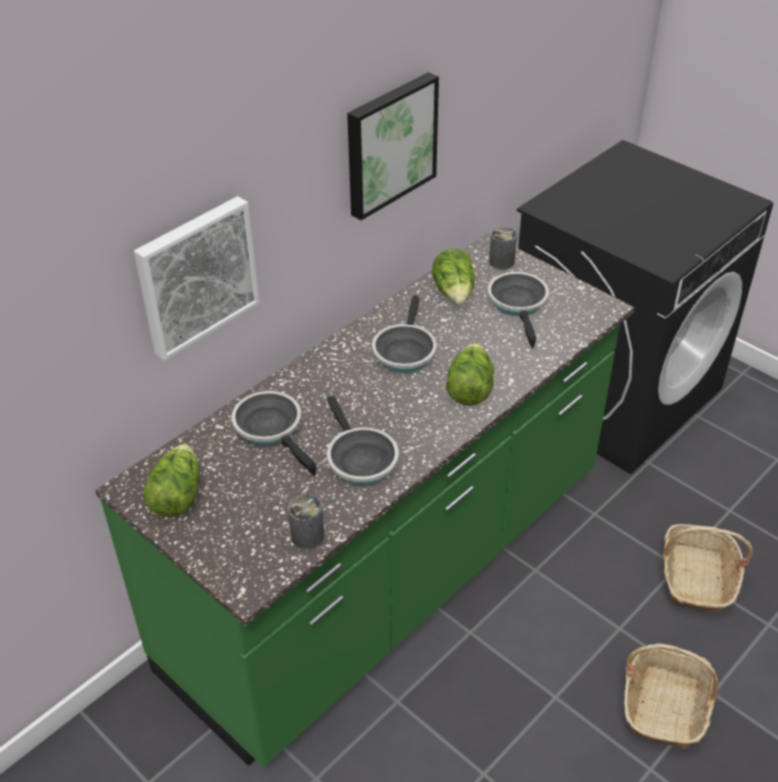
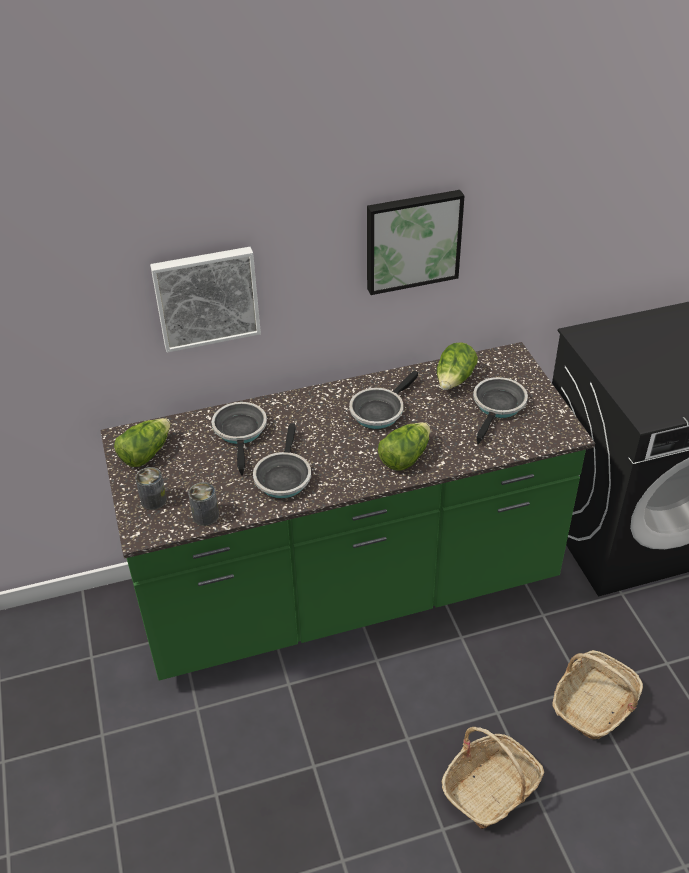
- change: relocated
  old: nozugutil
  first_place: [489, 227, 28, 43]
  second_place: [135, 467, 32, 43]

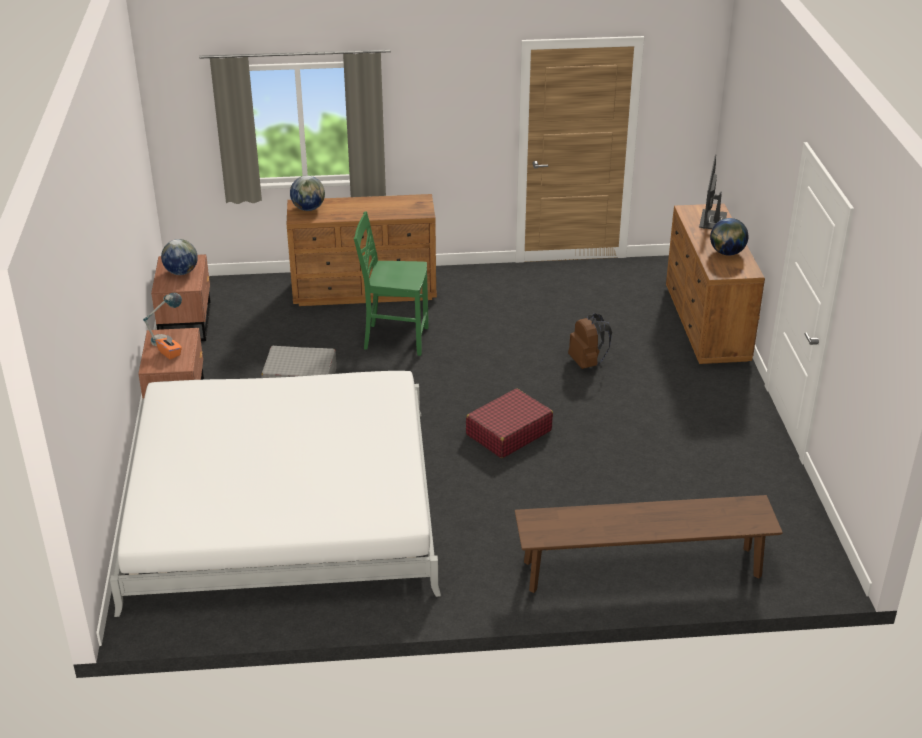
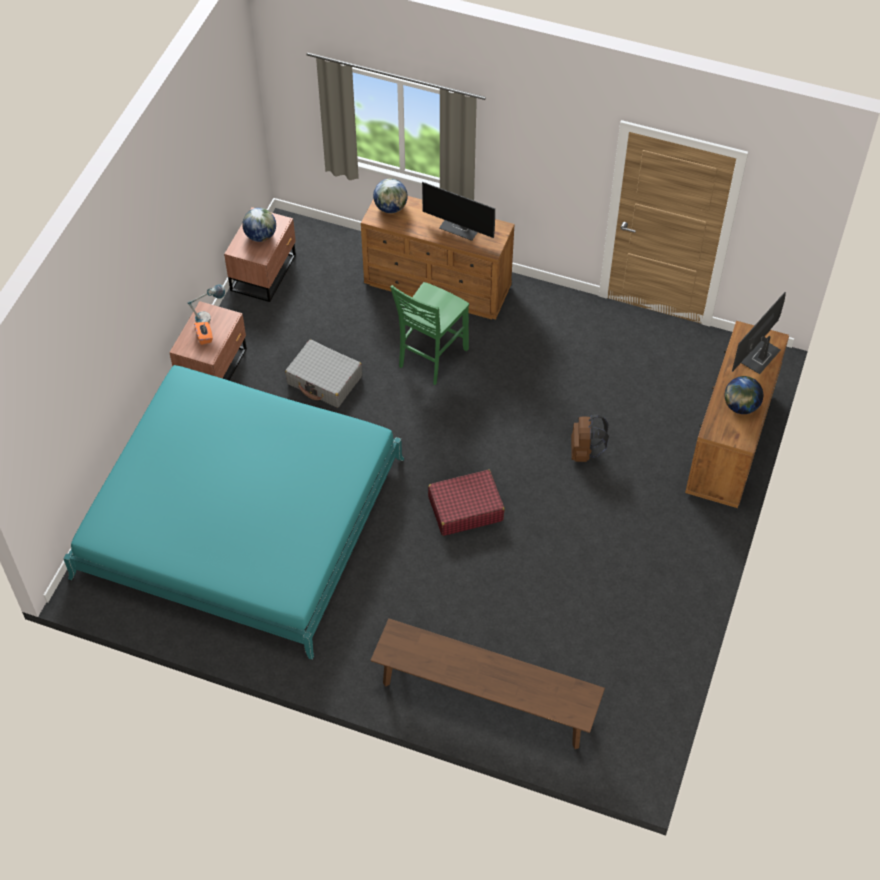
- change: spun
  old: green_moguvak
  first_place: [354, 212, 75, 144]
  second_place: [390, 282, 79, 103]
  degrees: -90
- change: colour
  old: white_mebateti
  new: turquoise_mebateti
  first_place: [110, 371, 331, 246]
  second_place: [63, 365, 341, 295]
- change: appeared
  new: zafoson
  second_place: [422, 182, 73, 59]

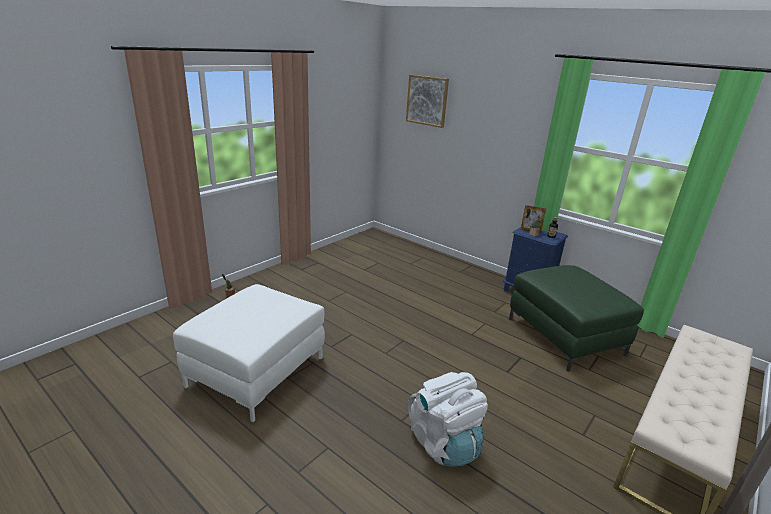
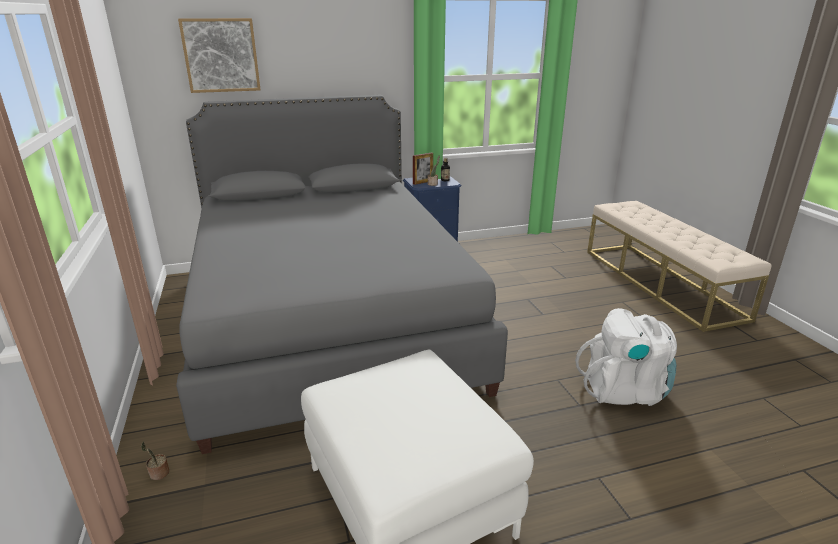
- change: missing
  old: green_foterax
  first_place: [509, 265, 135, 107]
- change: appeared
  new: grey_mebateti
  second_place: [176, 95, 332, 359]

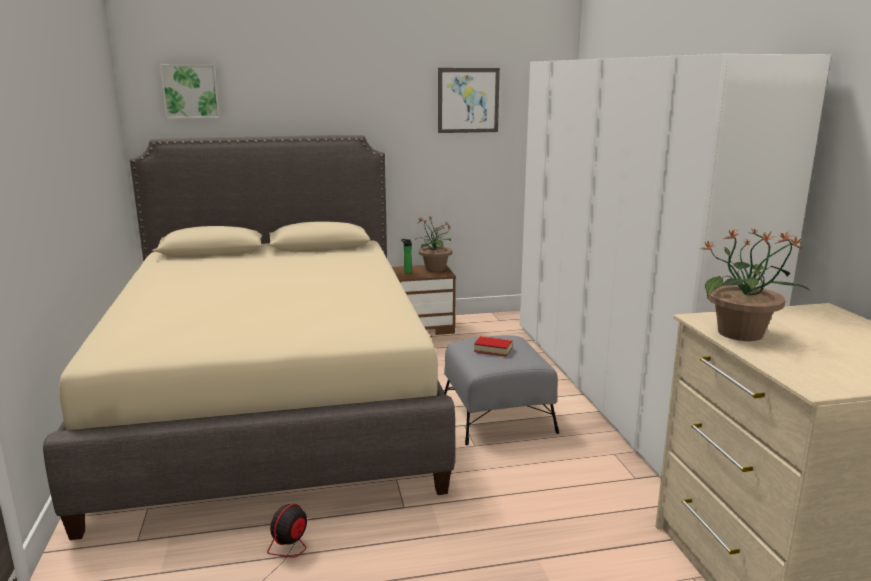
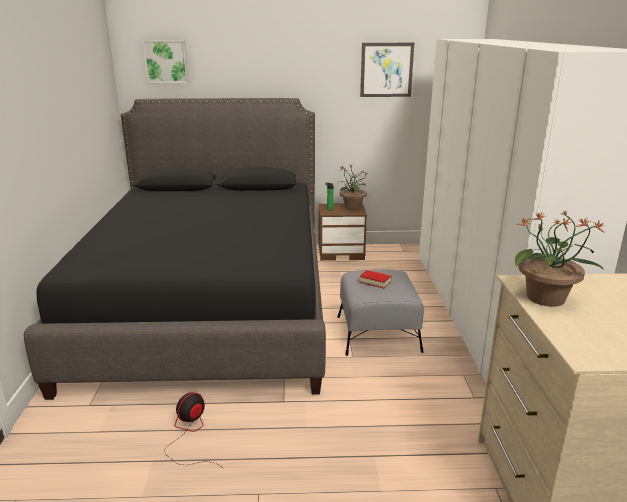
- change: colour
  old: beige_mebateti
  new: black_mebateti
  first_place: [43, 135, 412, 405]
  second_place: [24, 98, 302, 302]

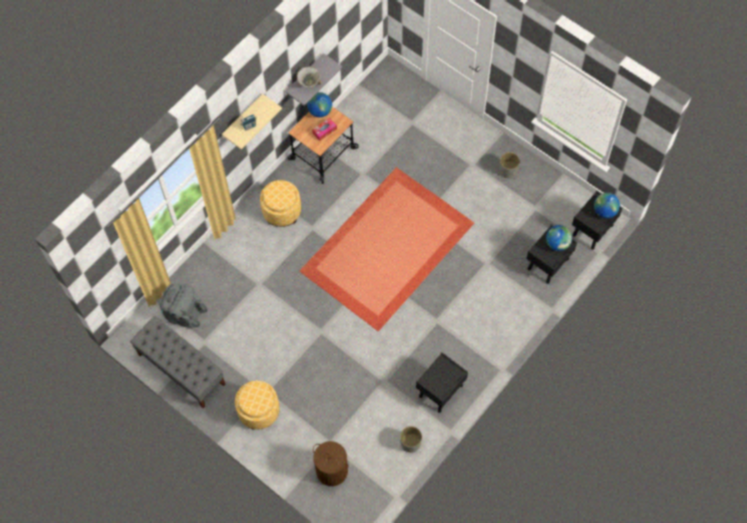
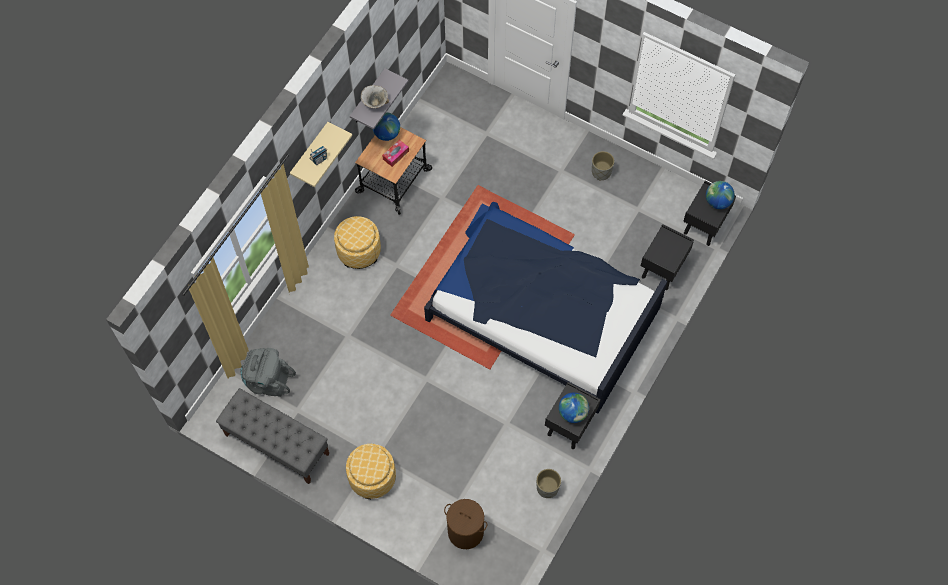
- change: relocated
  old: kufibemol
  first_place: [546, 225, 26, 26]
  second_place: [559, 392, 30, 31]
- change: appeared
  new: mebateti
  second_place: [424, 202, 243, 212]

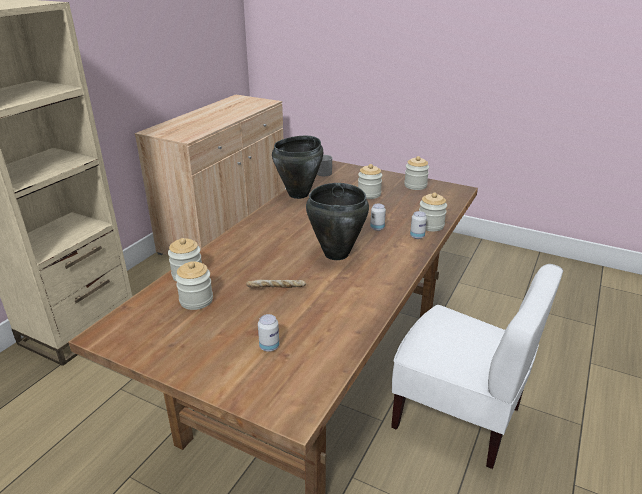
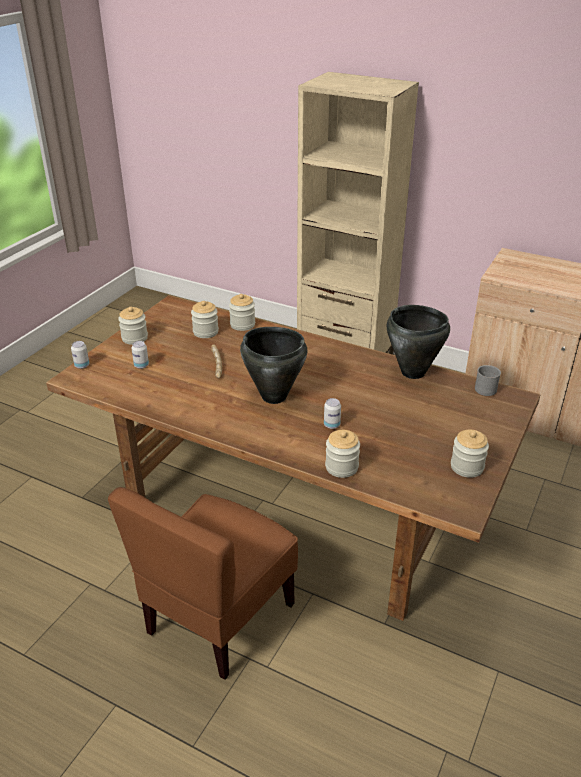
- change: relocated
  old: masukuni
  first_place: [358, 164, 24, 35]
  second_place: [118, 307, 30, 38]
- change: relocated
  old: nozugutil
  first_place: [410, 211, 17, 28]
  second_place: [71, 341, 18, 28]
- change: colour
  old: white_moguvak
  new: brown_moguvak
  first_place: [391, 264, 172, 205]
  second_place: [108, 487, 190, 193]

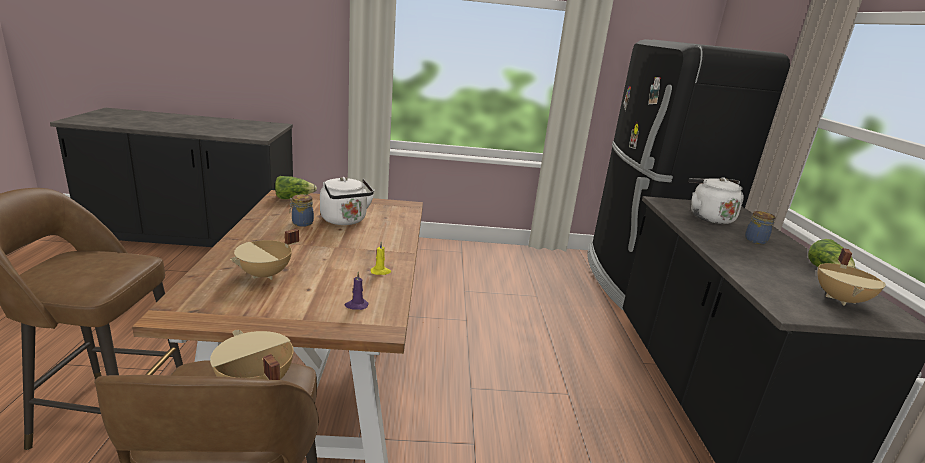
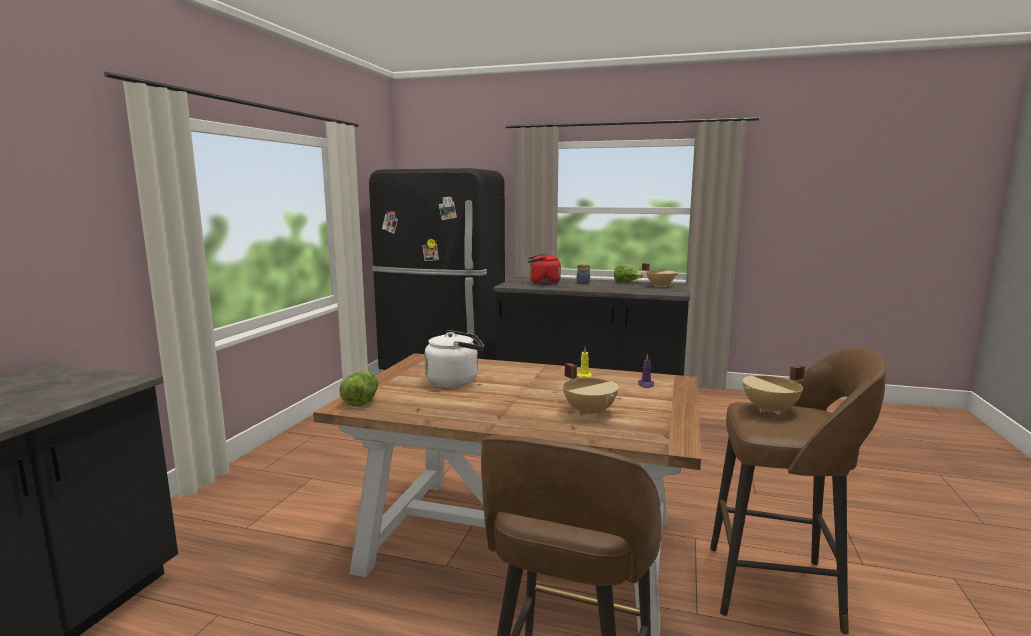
- change: colour
  old: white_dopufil
  new: red_dopufil
  first_place: [689, 177, 55, 47]
  second_place: [528, 253, 33, 32]
- change: missing
  old: masukuni
  first_place: [289, 194, 25, 33]

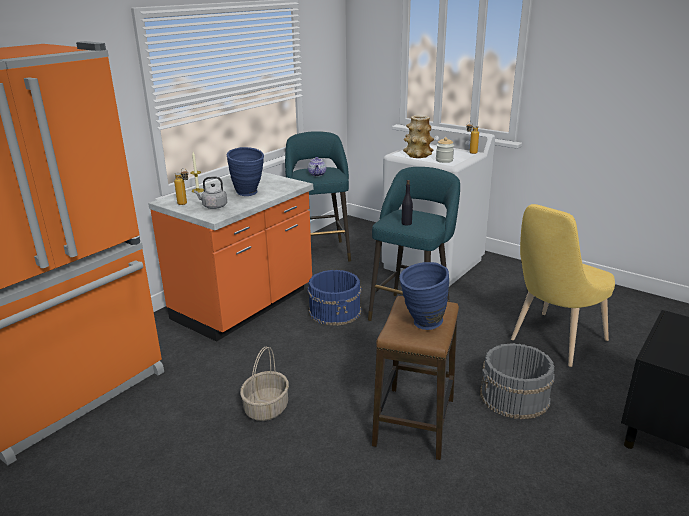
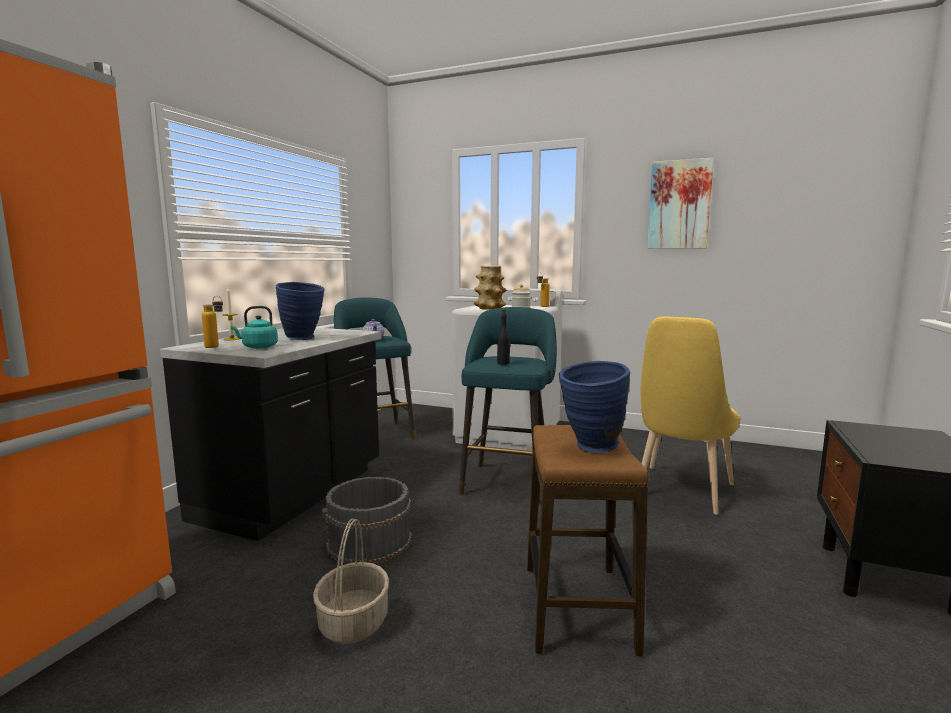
- change: colour
  old: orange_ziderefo
  new: black_ziderefo
  first_place: [148, 172, 165, 170]
  second_place: [160, 328, 221, 213]
- change: colour
  old: grey_dopufil
  new: turquoise_dopufil
  first_place: [194, 176, 33, 33]
  second_place: [231, 306, 47, 43]
- change: missing
  old: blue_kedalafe
  first_place: [307, 270, 54, 56]
- change: relocated
  old: grey_kedalafe
  first_place: [480, 343, 75, 76]
  second_place: [322, 476, 90, 88]
- change: appeared
  new: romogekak
  second_place: [647, 158, 67, 91]

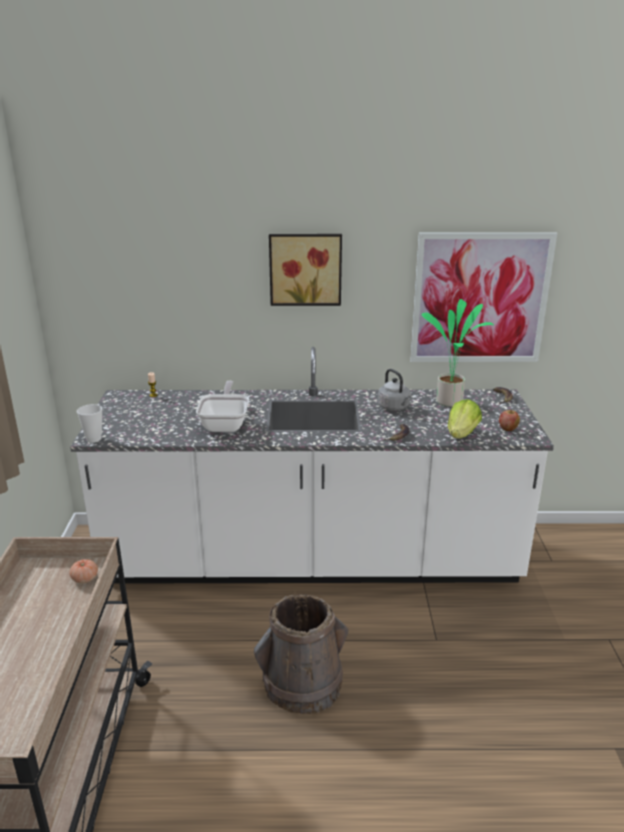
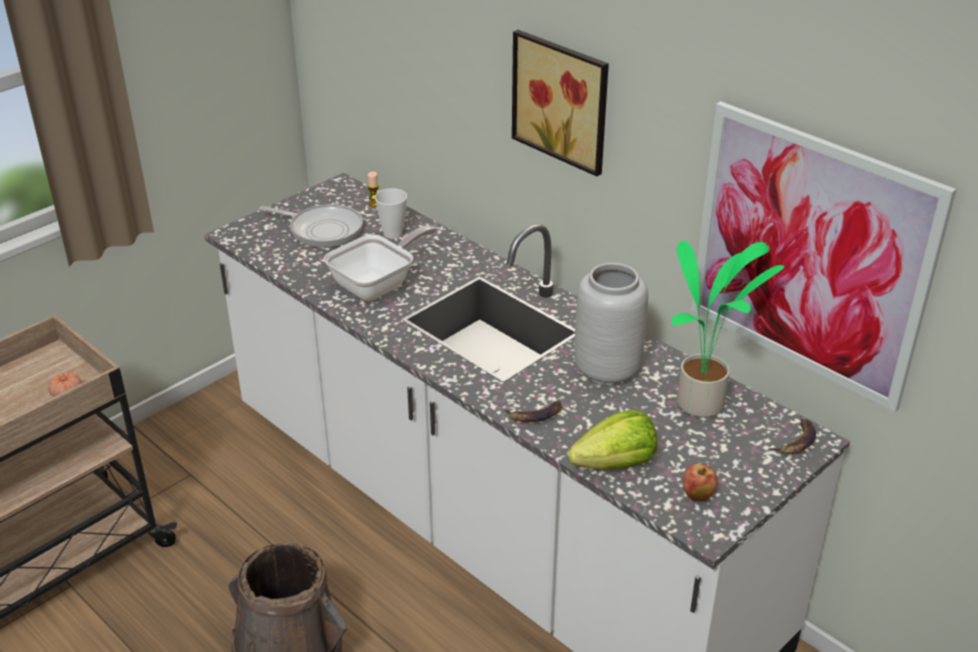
- change: exchanged
  old: grey_dopufil
  new: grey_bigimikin
  first_place: [378, 369, 33, 42]
  second_place: [574, 263, 74, 122]
- change: relocated
  old: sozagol
  first_place: [77, 404, 26, 38]
  second_place: [375, 188, 32, 51]
- change: appeared
  new: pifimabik
  second_place: [260, 204, 103, 44]

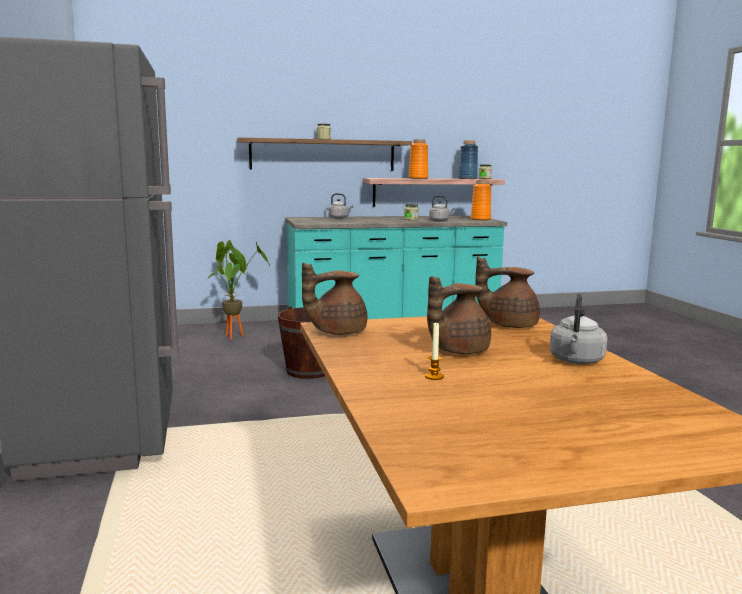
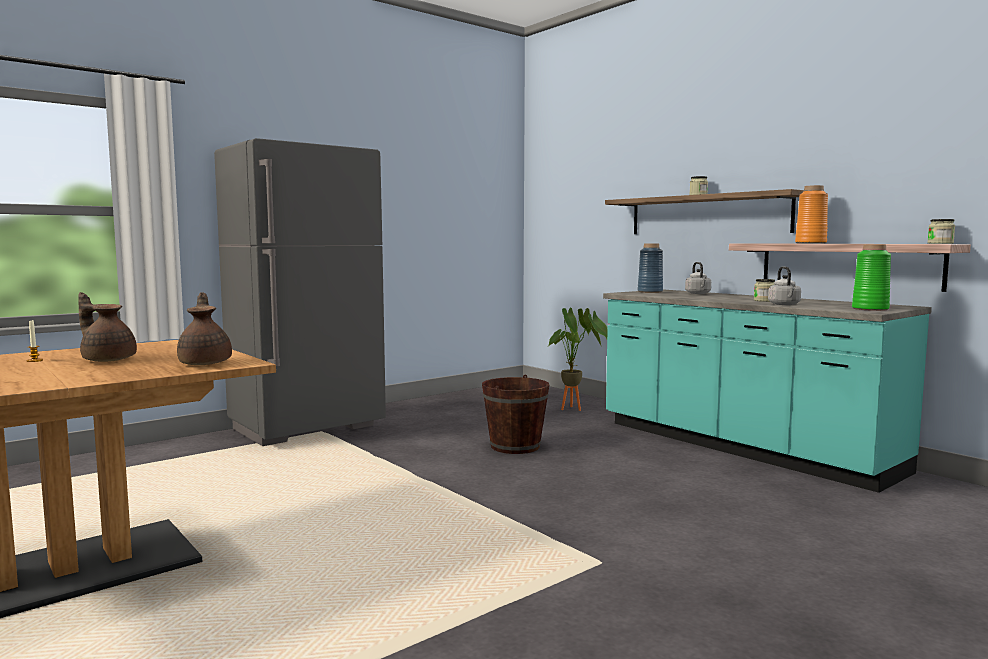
- change: relocated
  old: blue_bigimikin
  first_place: [458, 140, 20, 39]
  second_place: [638, 243, 25, 50]
- change: colour
  old: orange_bigimikin
  new: green_bigimikin
  first_place: [471, 180, 20, 40]
  second_place: [852, 244, 39, 67]
- change: missing
  old: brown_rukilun
  first_place: [302, 263, 65, 72]
- change: missing
  old: grey_dopufil
  first_place: [550, 293, 57, 71]

